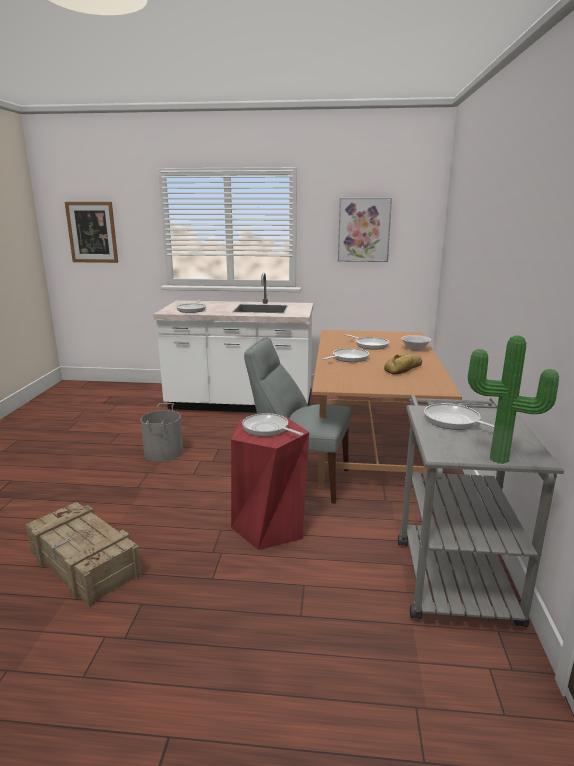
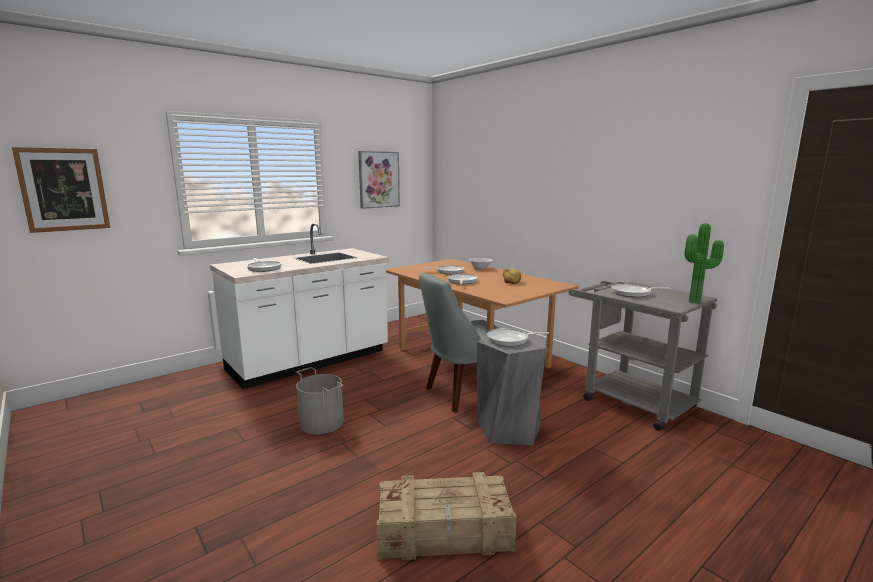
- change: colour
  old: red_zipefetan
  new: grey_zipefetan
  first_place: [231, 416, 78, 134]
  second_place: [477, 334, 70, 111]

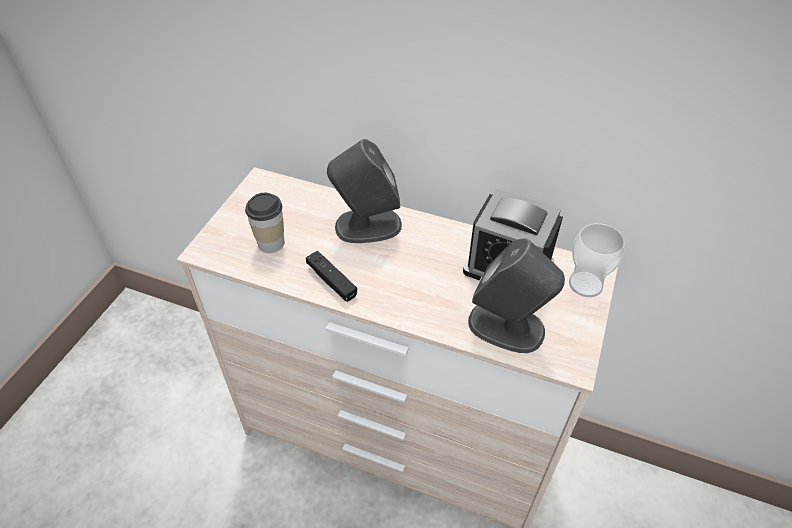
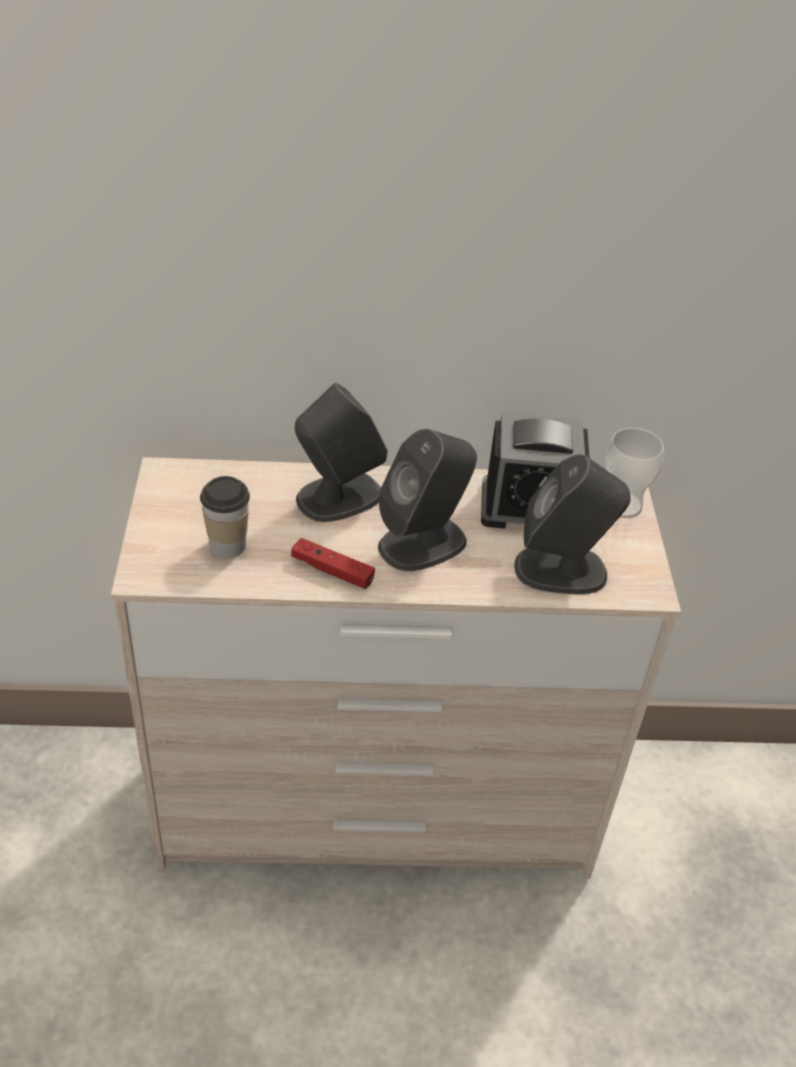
- change: colour
  old: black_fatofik
  new: red_fatofik
  first_place: [306, 251, 51, 51]
  second_place: [291, 538, 84, 51]
- change: appeared
  new: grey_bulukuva
  second_place: [378, 429, 99, 142]

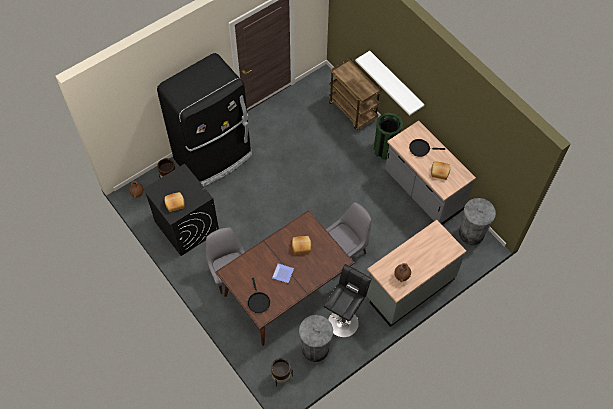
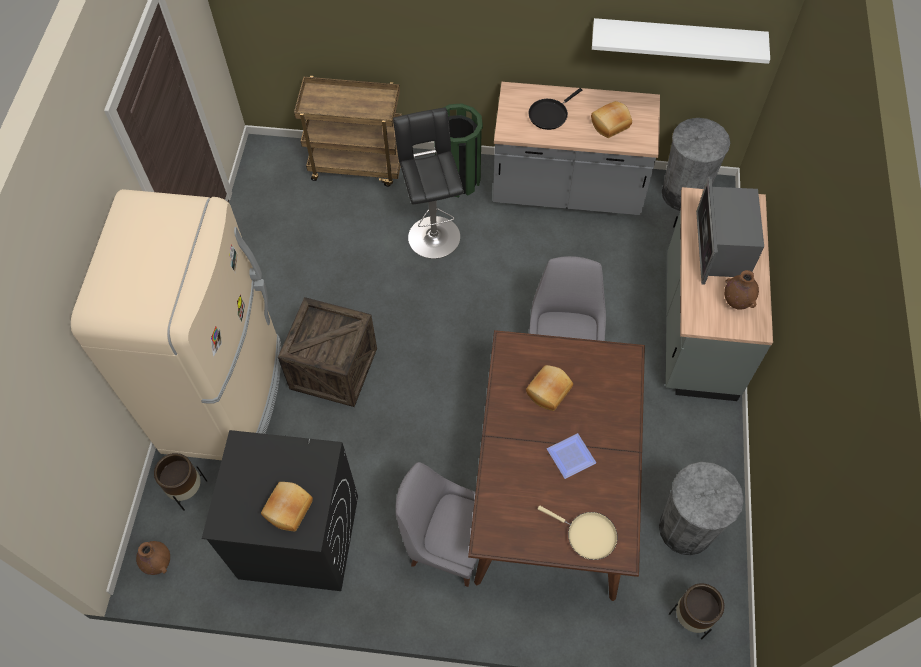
- change: relocated
  old: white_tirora
  first_place: [355, 51, 70, 64]
  second_place: [592, 18, 178, 46]
- change: colour
  old: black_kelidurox
  new: beige_kelidurox
  first_place: [157, 53, 95, 134]
  second_place: [71, 189, 210, 271]
- change: relocated
  old: black_zipefetan
  first_place: [324, 264, 48, 73]
  second_place: [393, 108, 71, 151]
- change: colour
  old: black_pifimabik
  new: beige_pifimabik
  first_place: [248, 278, 22, 35]
  second_place: [538, 505, 79, 55]
- change: appeared
  new: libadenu
  second_place: [696, 177, 68, 108]
- change: appeared
  new: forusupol
  second_place: [278, 297, 99, 110]

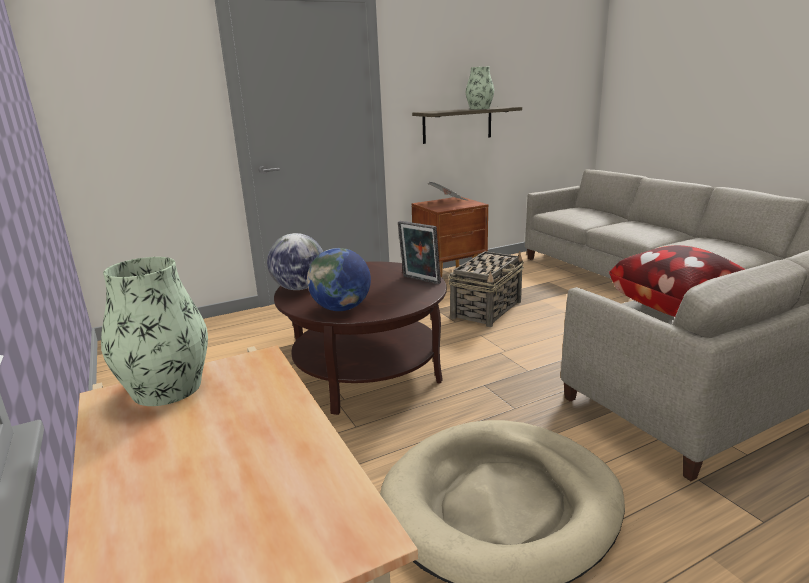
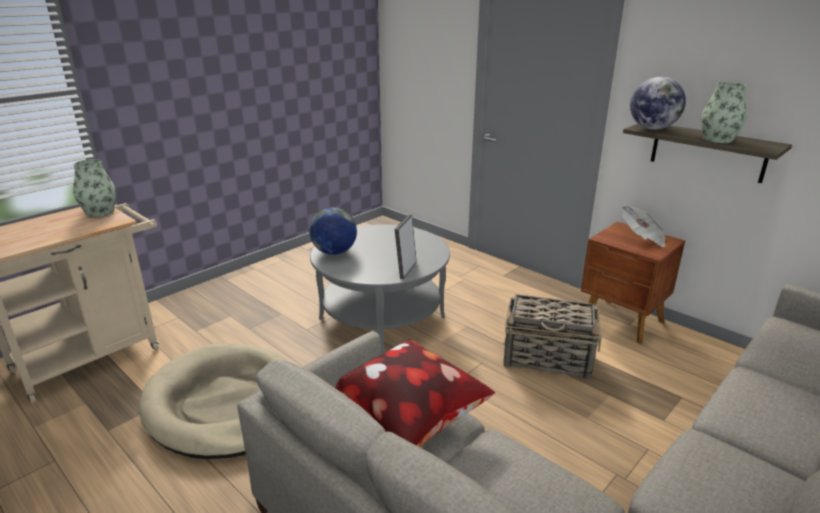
- change: relocated
  old: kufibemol
  first_place: [267, 233, 56, 57]
  second_place: [630, 77, 56, 53]
- change: colour
  old: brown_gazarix
  new: grey_gazarix
  first_place: [274, 262, 173, 153]
  second_place: [310, 224, 140, 130]

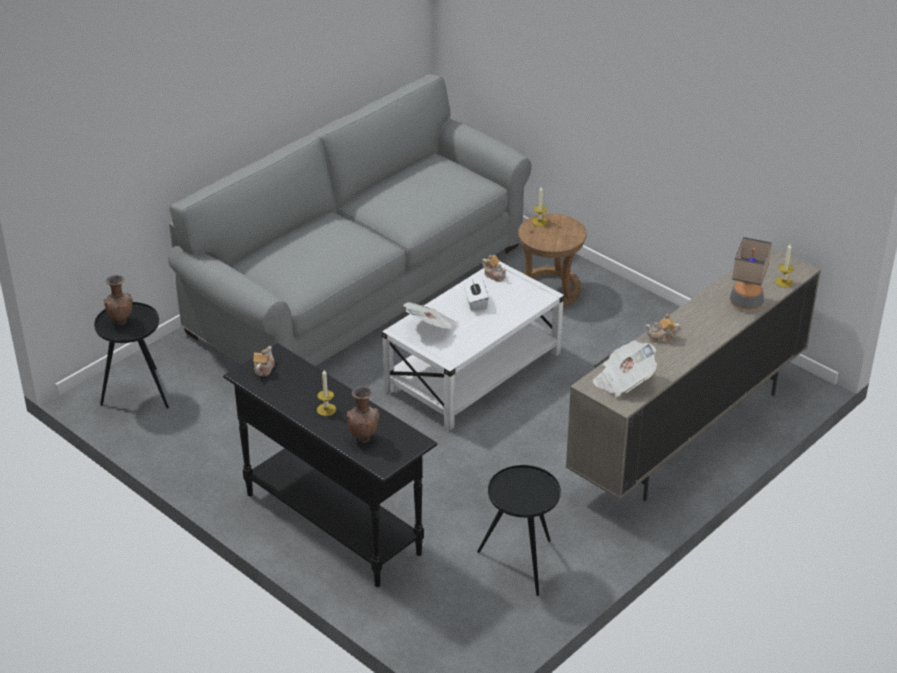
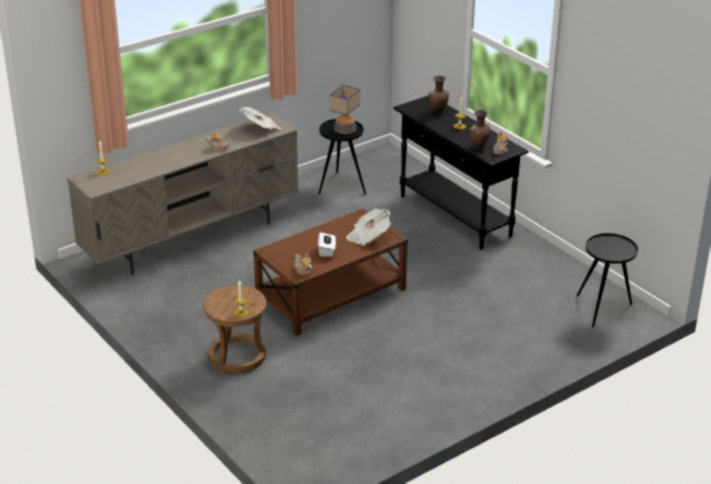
- change: missing
  old: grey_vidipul
  first_place: [168, 74, 363, 292]
- change: relocated
  old: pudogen
  first_place: [730, 237, 42, 73]
  second_place: [330, 85, 30, 49]
- change: colour
  old: white_gazarix
  new: brown_gazarix
  first_place: [382, 261, 182, 170]
  second_place: [253, 209, 155, 127]
- change: relocated
  old: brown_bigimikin
  first_place: [104, 275, 29, 50]
  second_place: [469, 110, 22, 39]

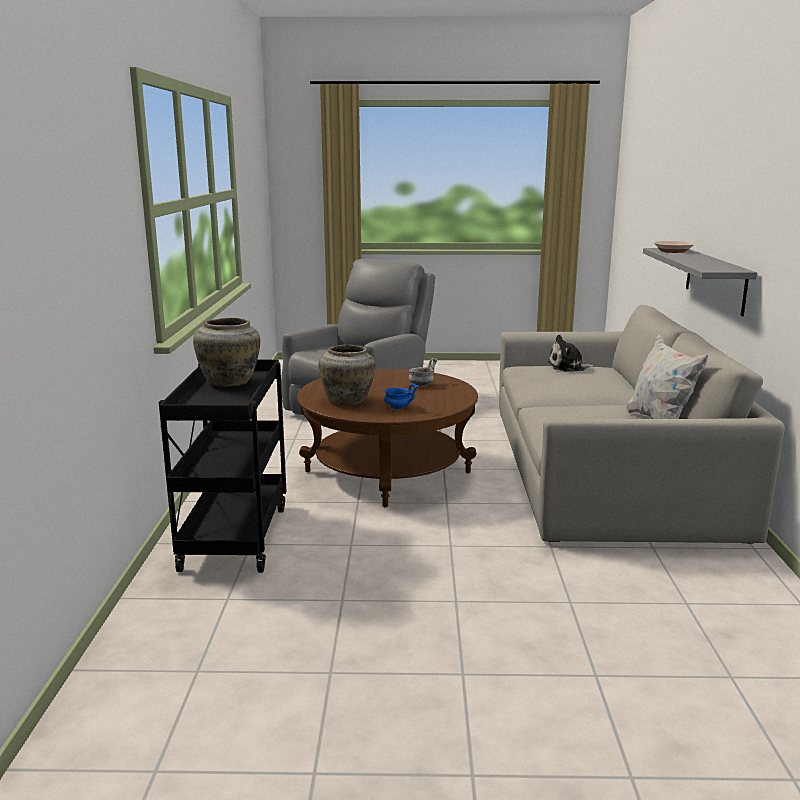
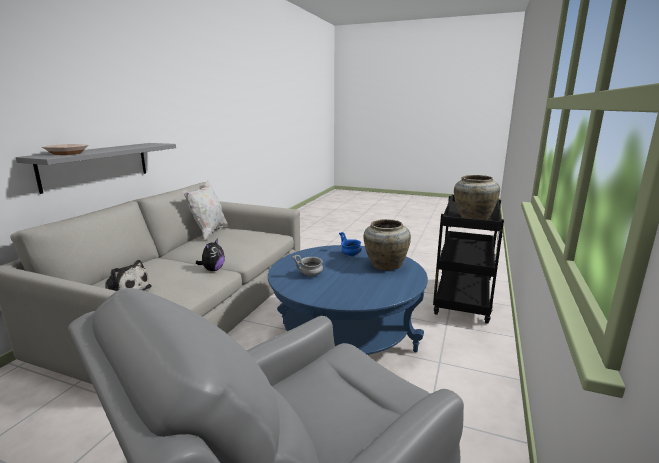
- change: colour
  old: brown_gazarix
  new: blue_gazarix
  first_place: [297, 369, 181, 138]
  second_place: [268, 245, 160, 110]
- change: appeared
  new: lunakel
  second_place: [196, 238, 29, 33]

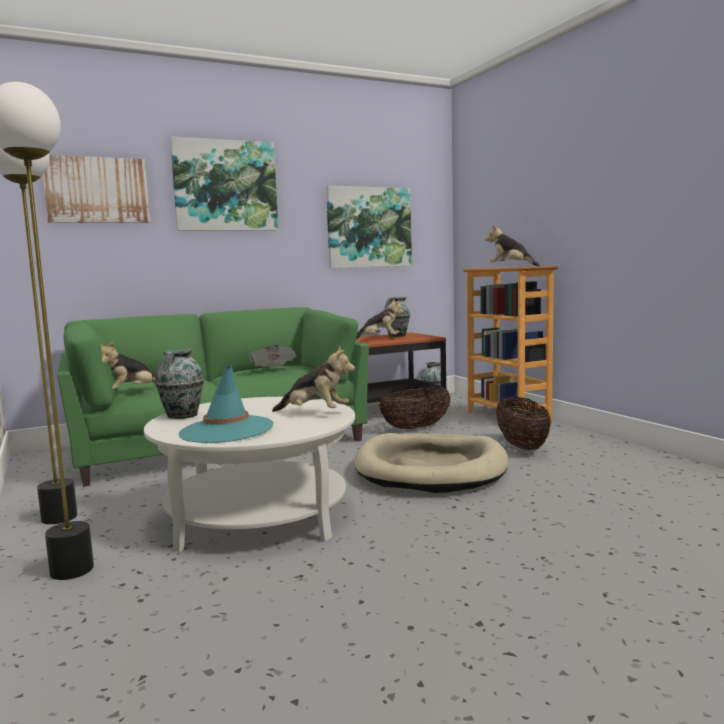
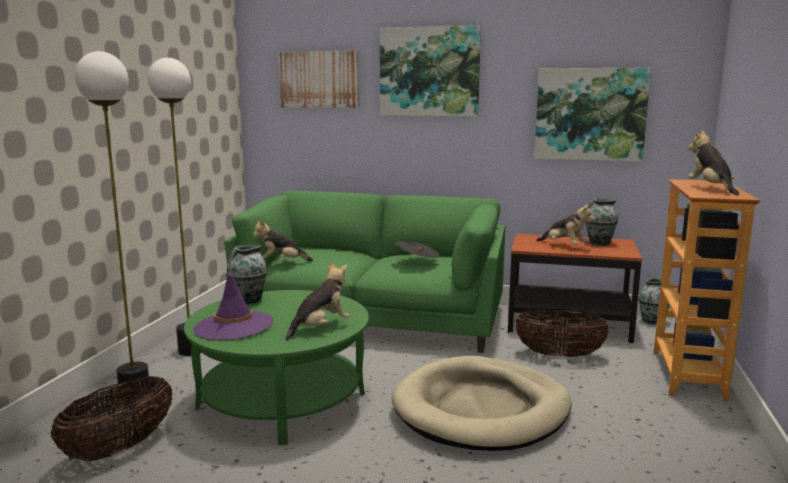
- change: spun
  old: lunakel
  first_place: [272, 346, 83, 66]
  second_place: [286, 262, 64, 79]
  degrees: -105
- change: colour
  old: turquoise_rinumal
  new: purple_rinumal
  first_place: [178, 363, 95, 80]
  second_place: [193, 274, 81, 66]
- change: colour
  old: white_gazarix
  new: green_gazarix
  first_place: [144, 397, 211, 155]
  second_place: [184, 290, 185, 155]
- change: relocated
  old: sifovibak
  first_place: [496, 397, 55, 53]
  second_place: [51, 376, 122, 85]

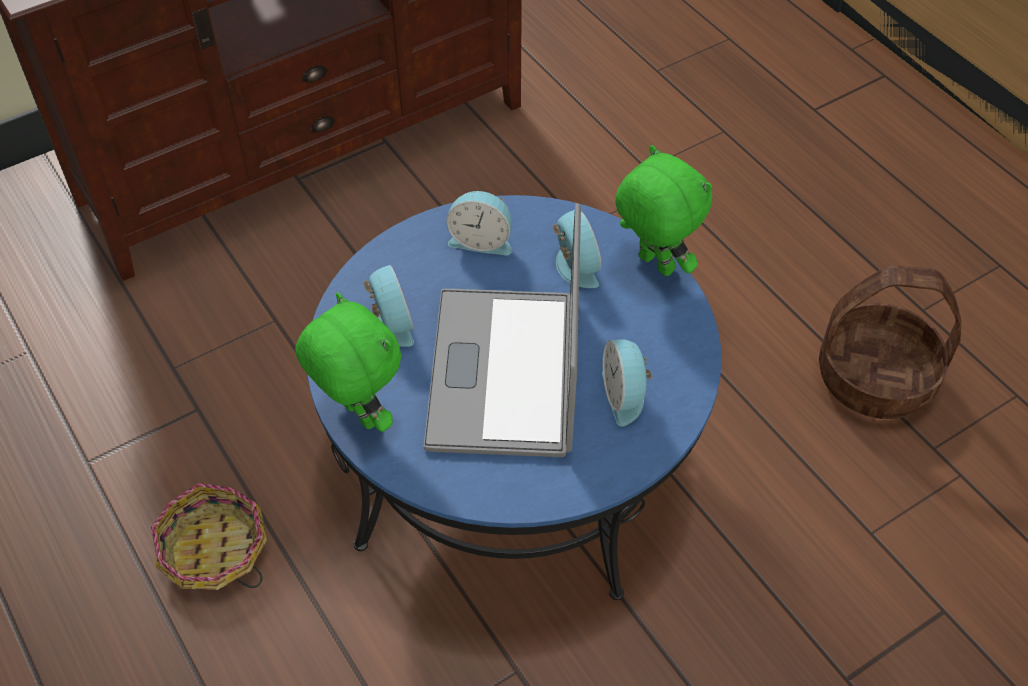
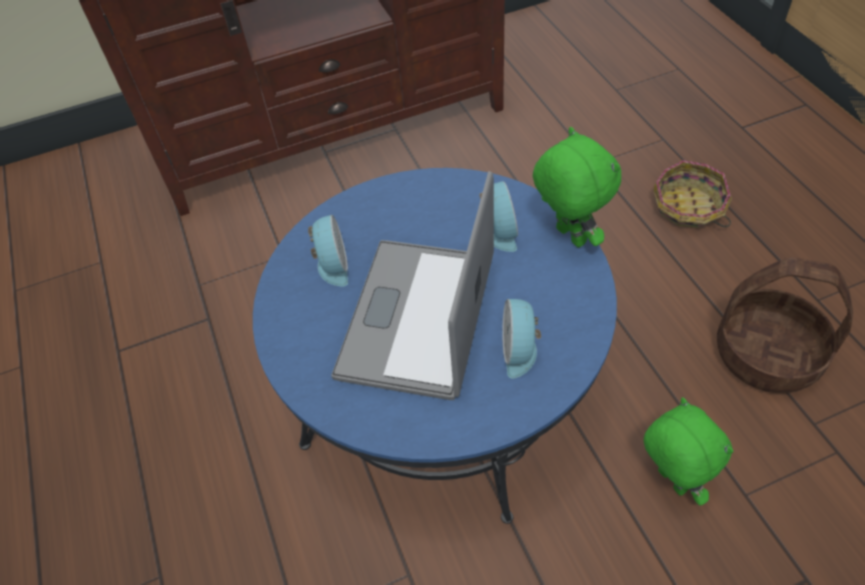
- change: missing
  old: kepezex
  first_place: [446, 191, 66, 65]
- change: relocated
  old: green_lunakel
  first_place: [295, 292, 106, 140]
  second_place: [644, 397, 90, 109]
- change: relocated
  old: sifovibak
  first_place: [151, 483, 116, 107]
  second_place: [653, 160, 79, 68]

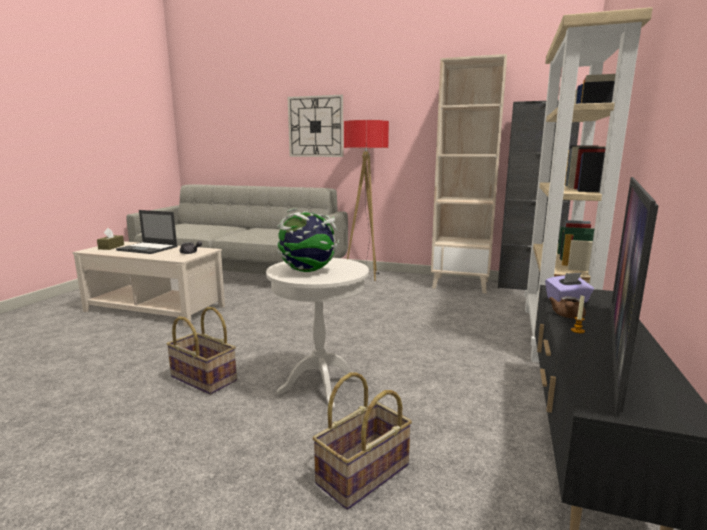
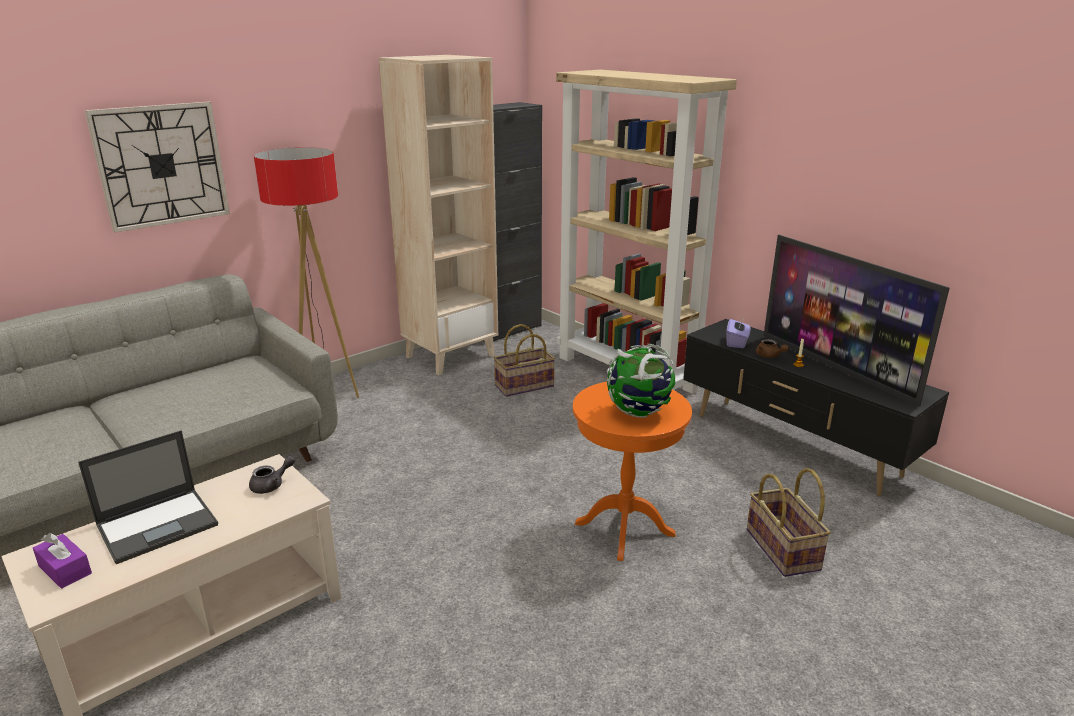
- change: colour
  old: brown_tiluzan
  new: purple_tiluzan
  first_place: [97, 228, 27, 22]
  second_place: [33, 533, 59, 56]
- change: colour
  old: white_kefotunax
  new: orange_kefotunax
  first_place: [266, 258, 103, 151]
  second_place: [573, 382, 119, 179]
- change: relocated
  old: sifovibak
  first_place: [166, 307, 71, 88]
  second_place: [493, 324, 62, 73]

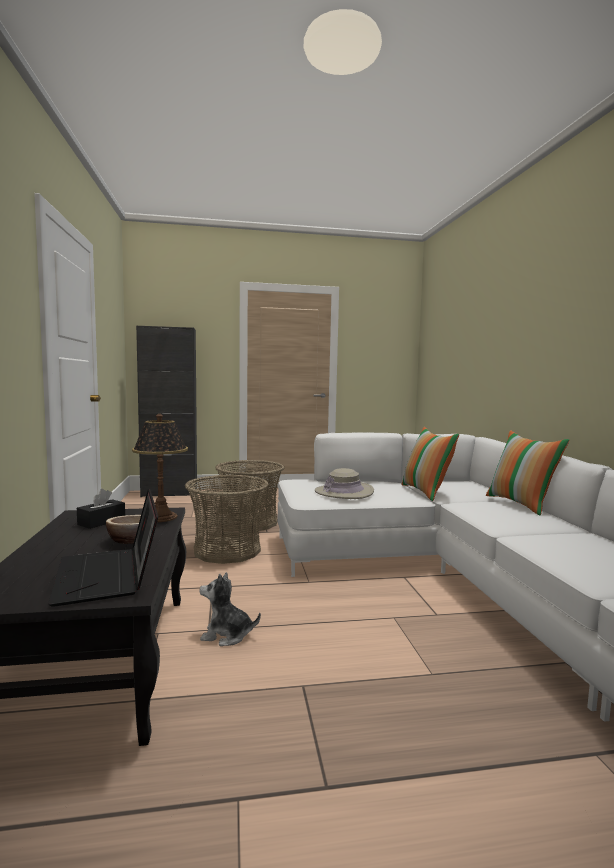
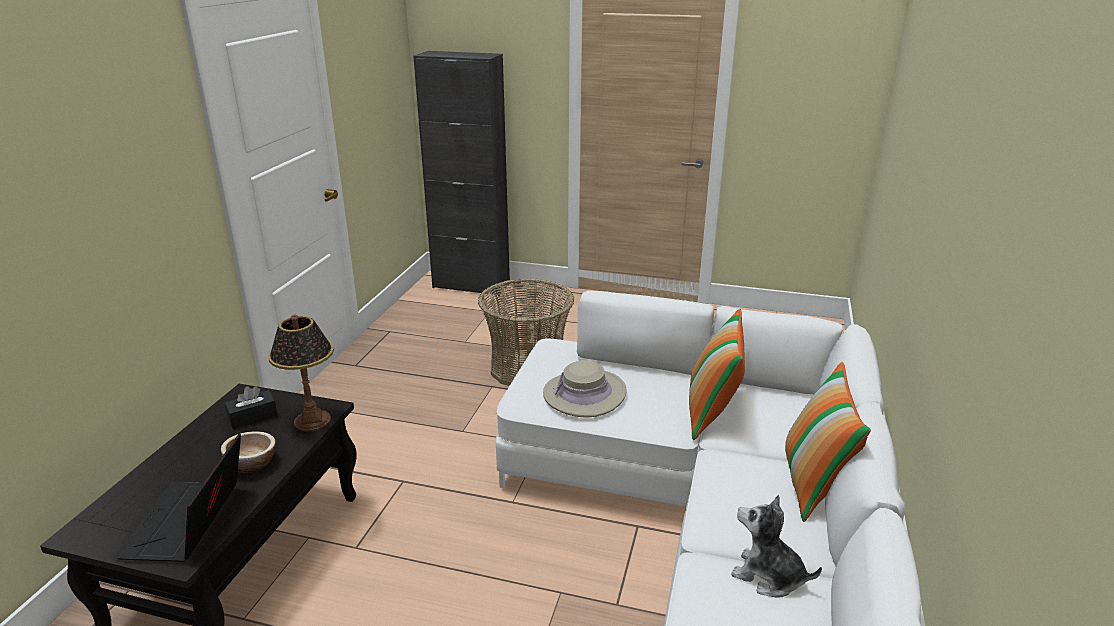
- change: missing
  old: sifovibak
  first_place: [185, 475, 84, 89]
- change: relocated
  old: lunakel
  first_place: [199, 572, 62, 74]
  second_place: [731, 495, 91, 103]

